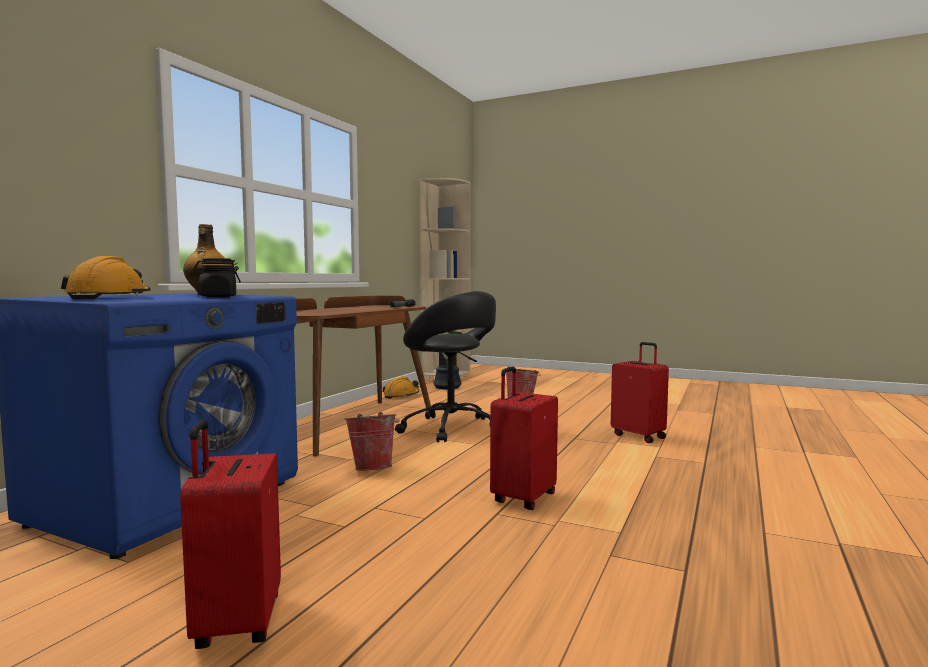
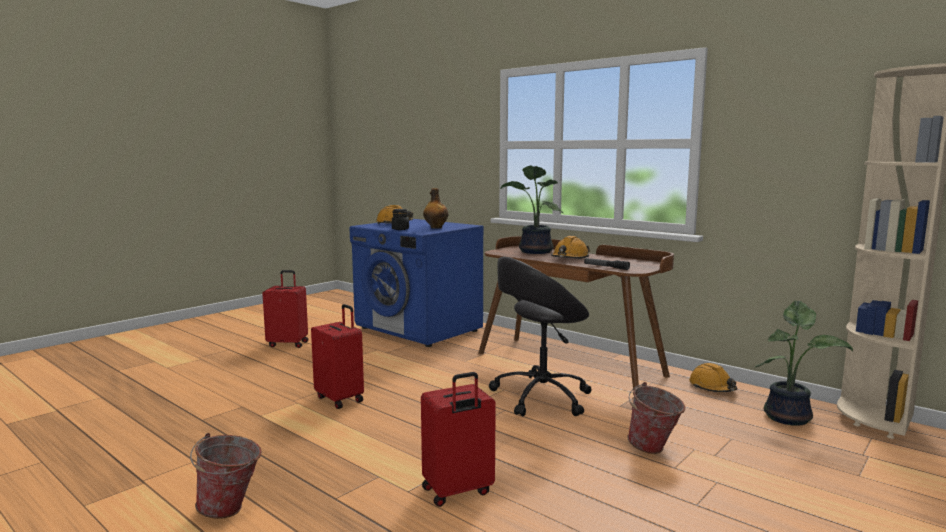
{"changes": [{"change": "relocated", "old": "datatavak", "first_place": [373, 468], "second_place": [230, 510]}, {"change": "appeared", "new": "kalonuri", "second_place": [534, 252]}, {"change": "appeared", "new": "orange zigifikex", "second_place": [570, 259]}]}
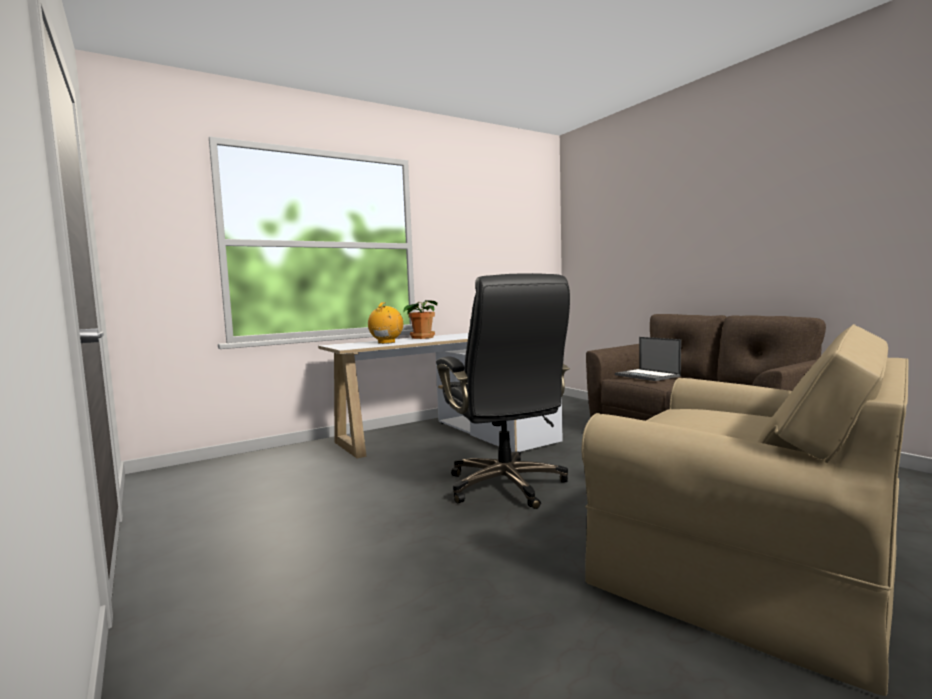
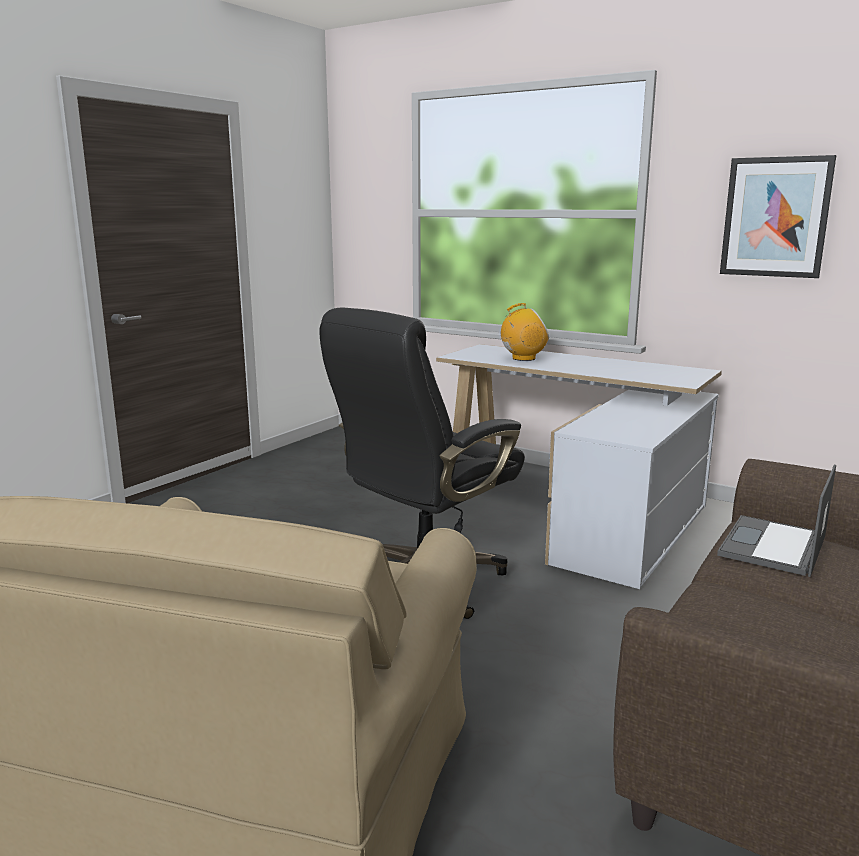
{"changes": [{"change": "missing", "old": "kalonuri", "first_place": [421, 337]}, {"change": "appeared", "new": "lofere", "second_place": [775, 217]}]}
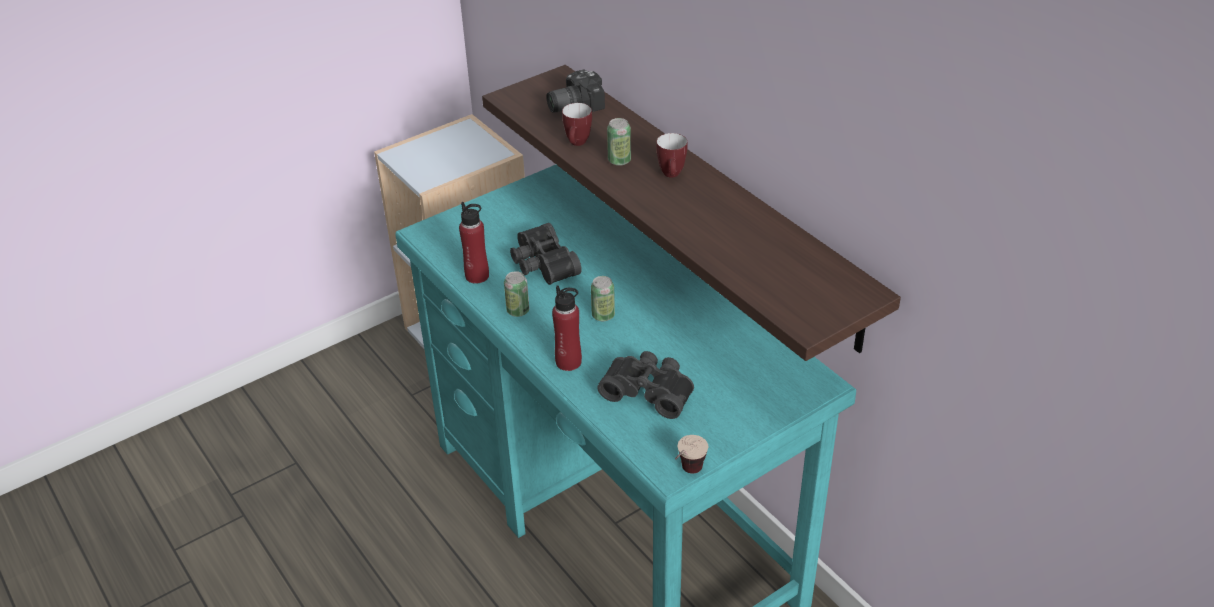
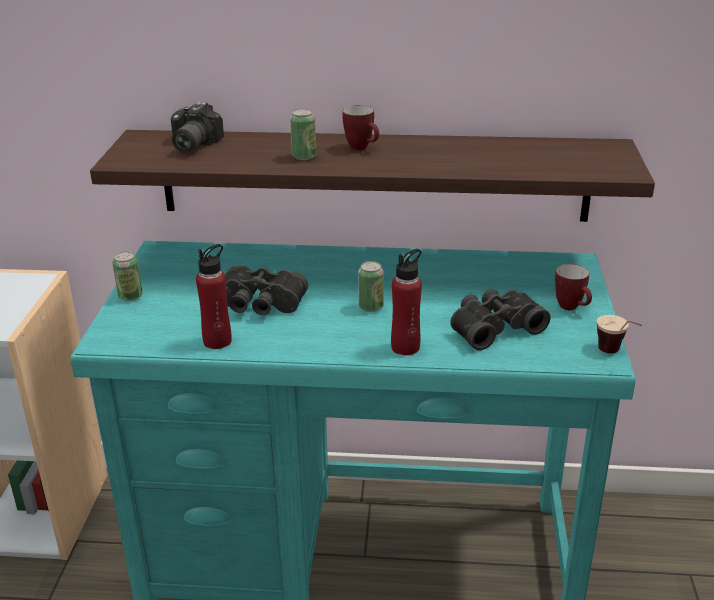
{"changes": [{"change": "relocated", "old": "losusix", "first_place": [577, 144], "second_place": [572, 308]}, {"change": "relocated", "old": "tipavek", "first_place": [518, 311], "second_place": [130, 296]}]}
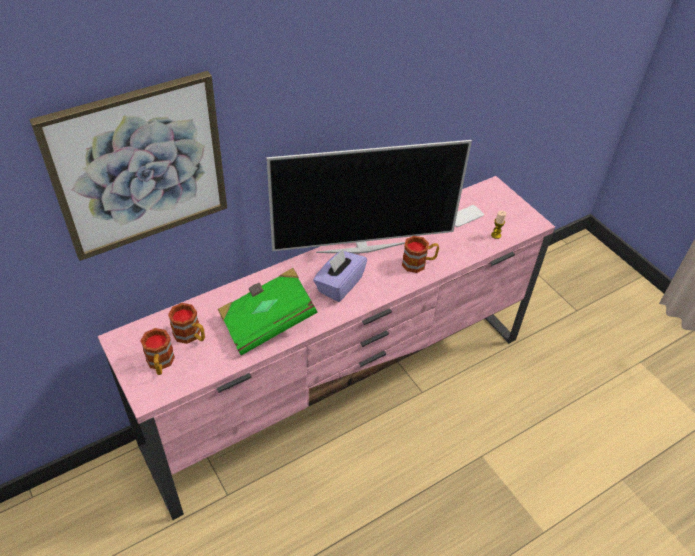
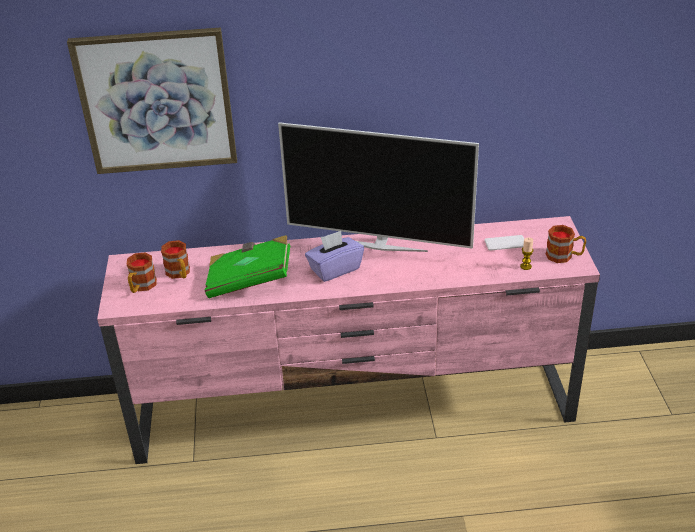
{"changes": [{"change": "relocated", "old": "losusix", "first_place": [419, 263], "second_place": [564, 256]}]}
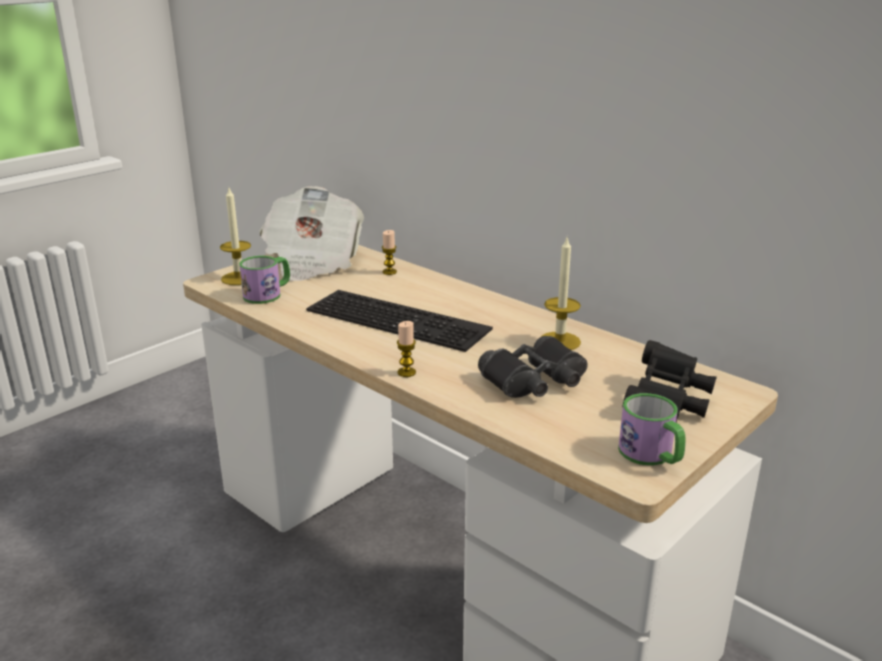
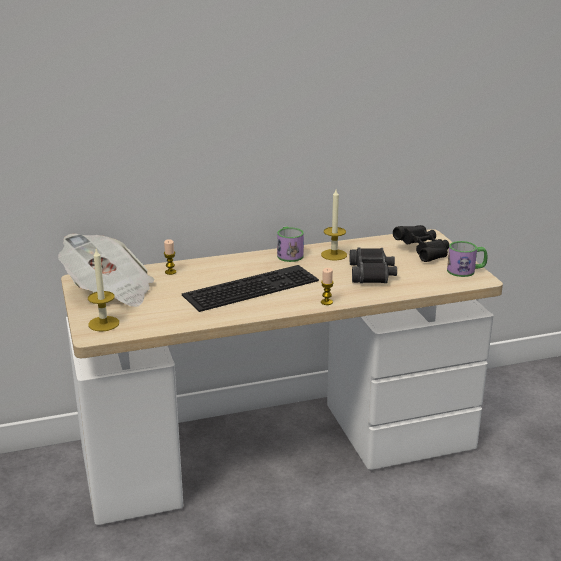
{"changes": [{"change": "relocated", "old": "losusix", "first_place": [268, 294], "second_place": [289, 254]}]}
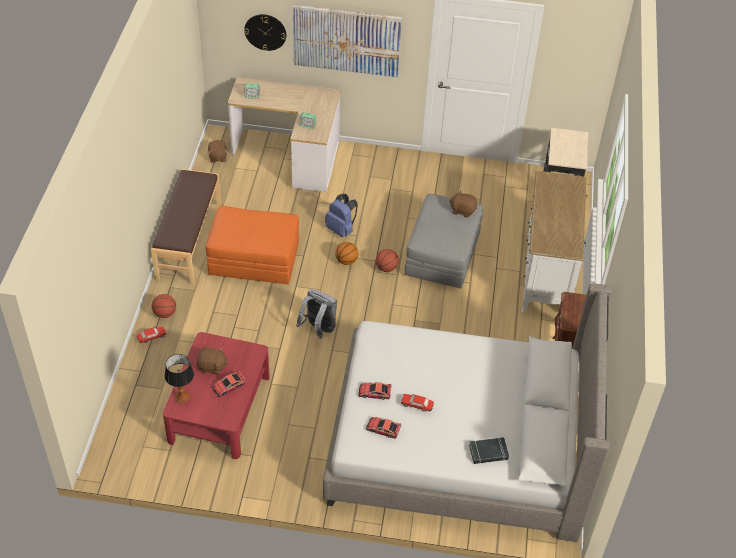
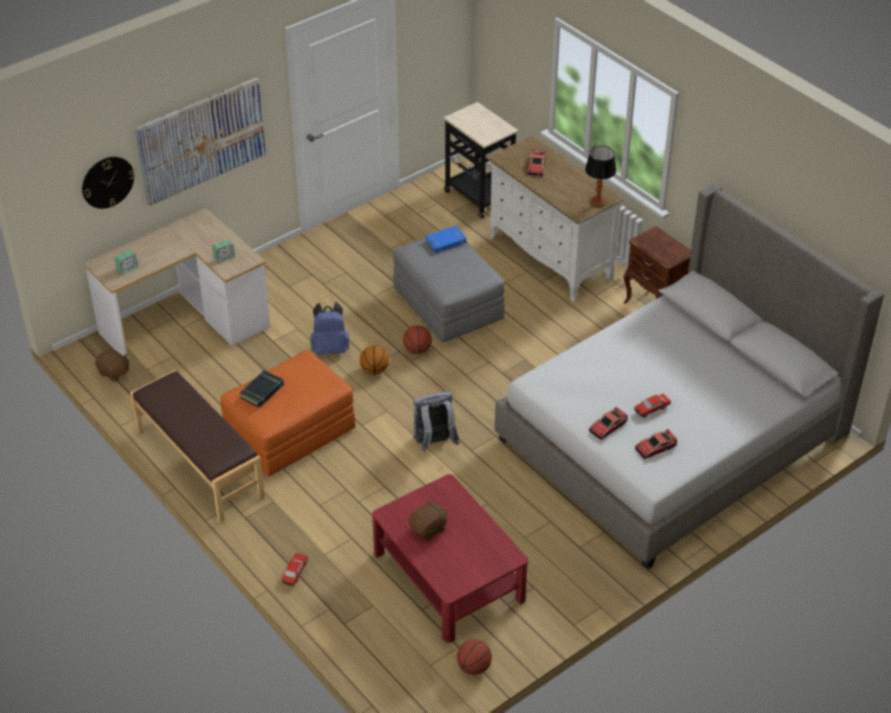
{"changes": [{"change": "exchanged", "old": "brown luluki", "new": "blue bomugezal", "first_place": [463, 210], "second_place": [445, 242]}, {"change": "relocated", "old": "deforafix", "first_place": [165, 314], "second_place": [474, 667]}, {"change": "relocated", "old": "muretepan", "first_place": [182, 397], "second_place": [597, 202]}, {"change": "relocated", "old": "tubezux", "first_place": [228, 386], "second_place": [536, 166]}, {"change": "relocated", "old": "black bomugezal", "first_place": [488, 452], "second_place": [262, 391]}]}
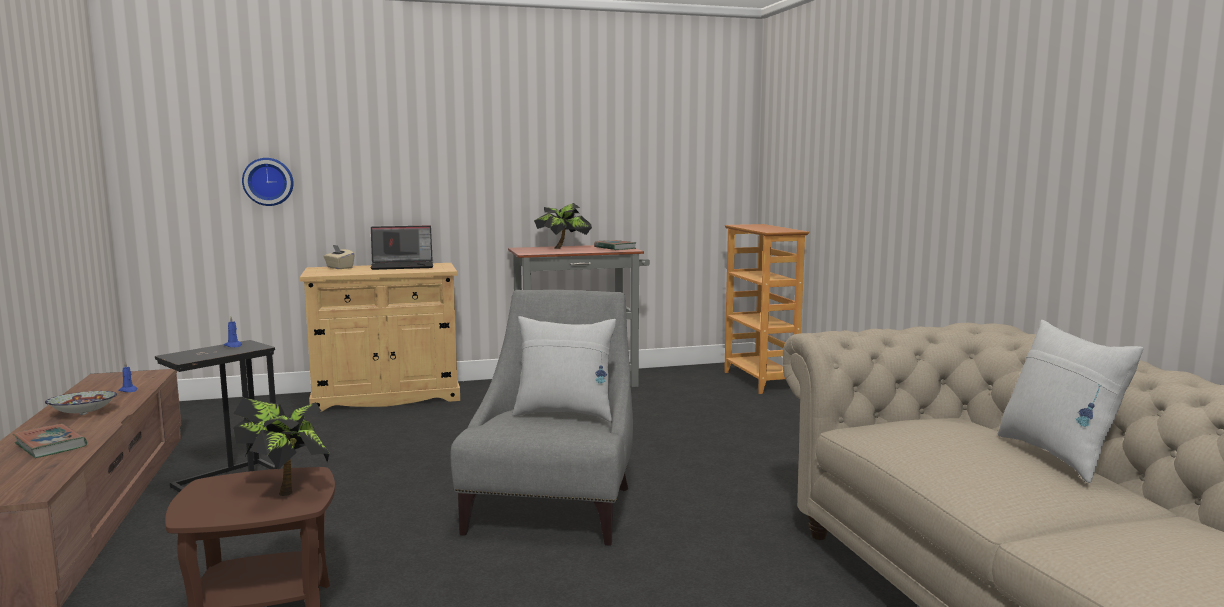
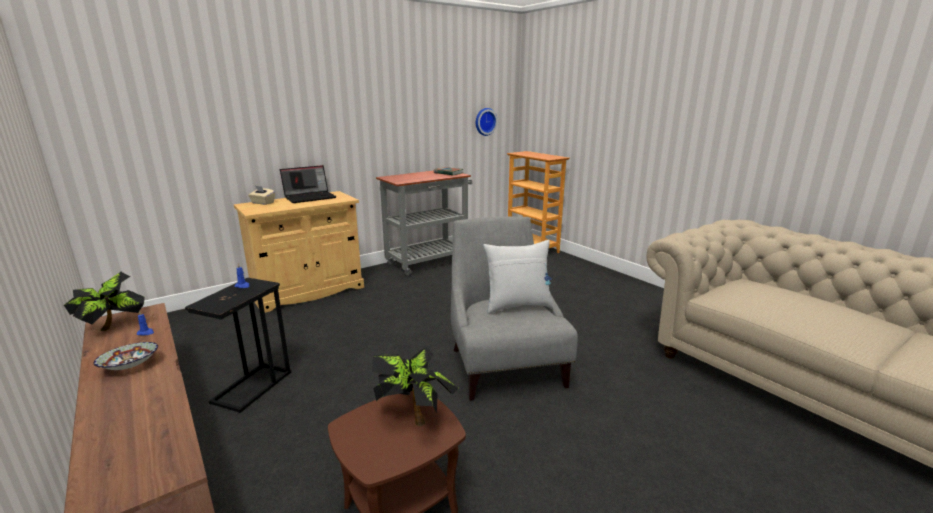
{"changes": [{"change": "relocated", "old": "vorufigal", "first_place": [268, 181], "second_place": [484, 121]}, {"change": "relocated", "old": "kalonuri", "first_place": [564, 248], "second_place": [114, 327]}, {"change": "missing", "old": "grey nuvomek", "first_place": [1057, 457]}, {"change": "missing", "old": "bomugezal", "first_place": [50, 445]}]}
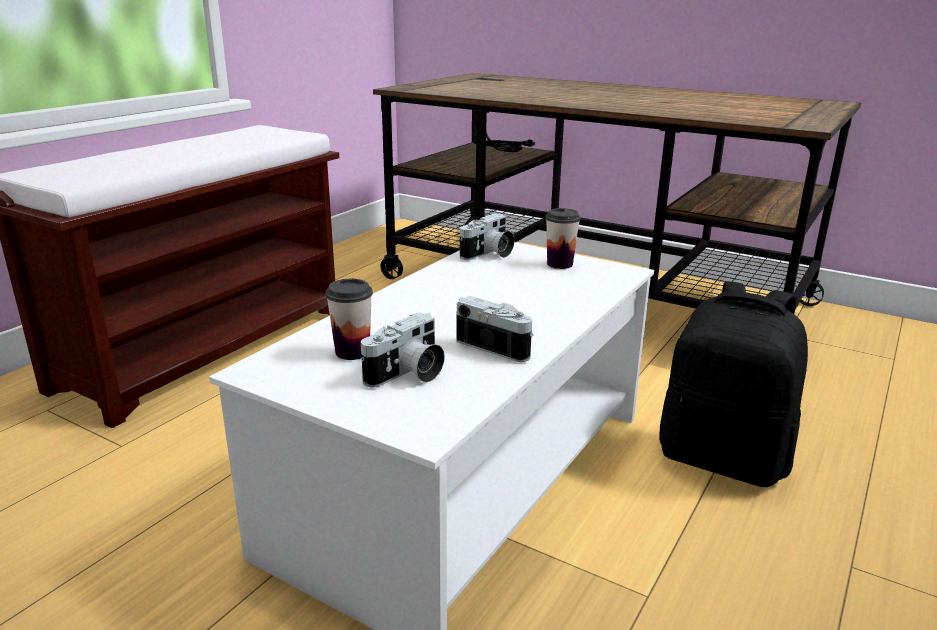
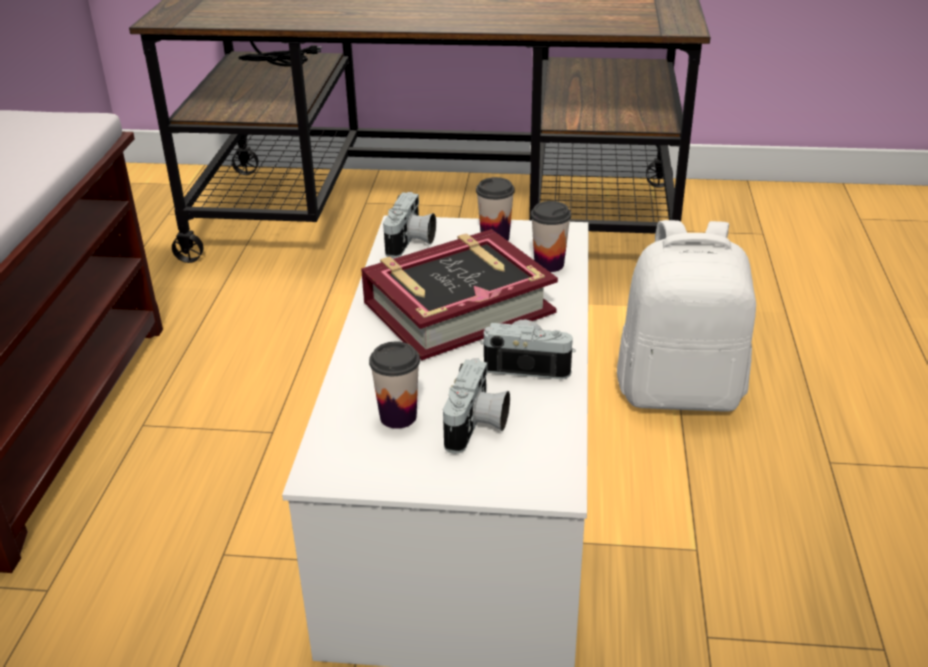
{"changes": [{"change": "colour", "old": "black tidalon", "new": "white tidalon", "first_place": [723, 459], "second_place": [680, 391]}, {"change": "appeared", "new": "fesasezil", "second_place": [549, 264]}, {"change": "appeared", "new": "bomugezal", "second_place": [458, 307]}]}
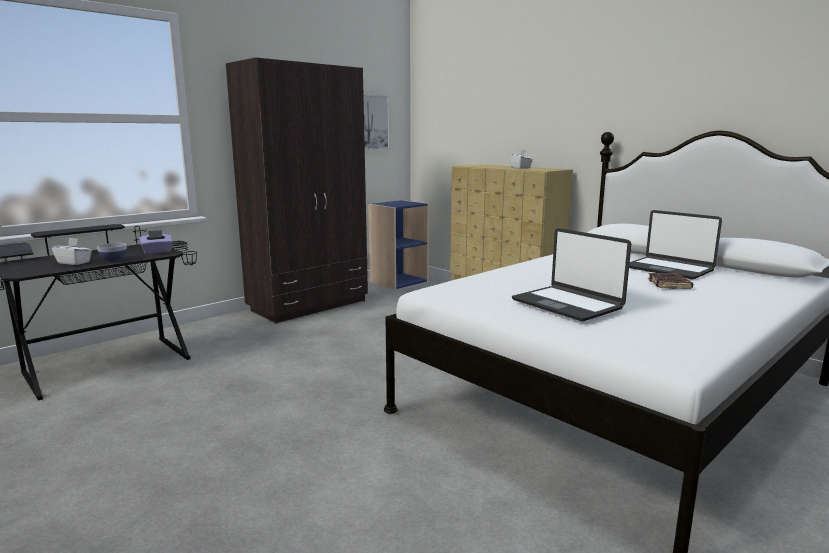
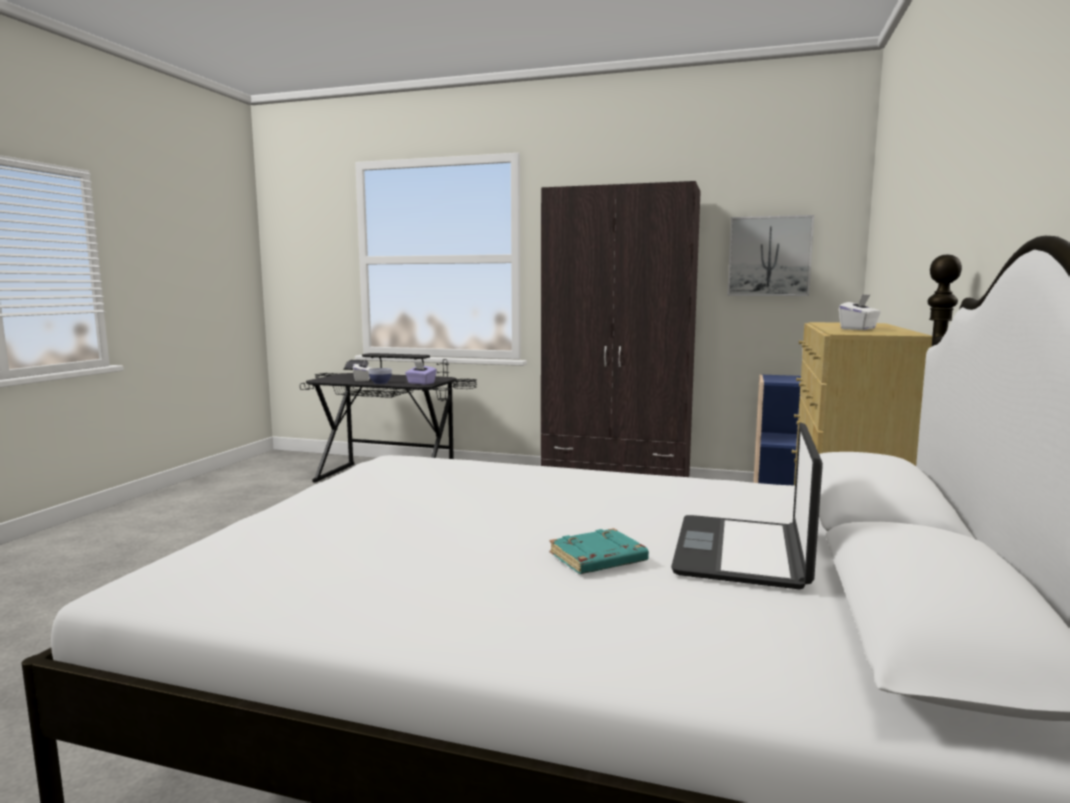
{"changes": [{"change": "missing", "old": "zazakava", "first_place": [567, 304]}, {"change": "colour", "old": "brown bomugezal", "new": "turquoise bomugezal", "first_place": [670, 284], "second_place": [598, 559]}]}
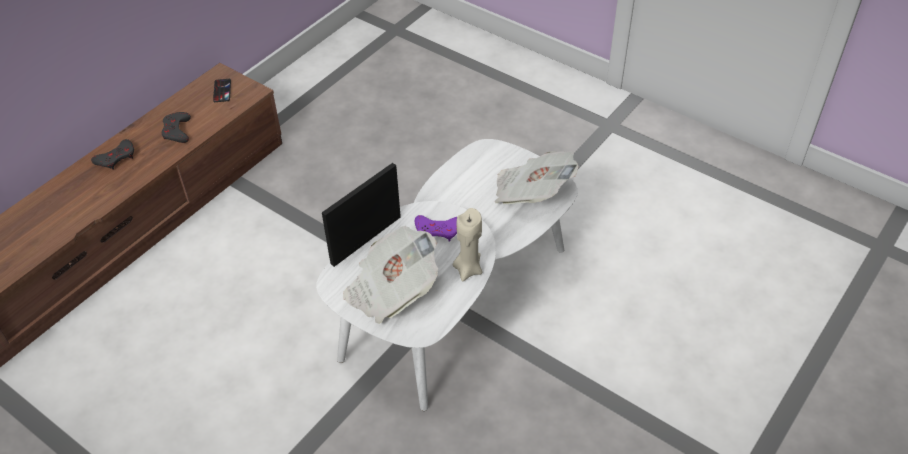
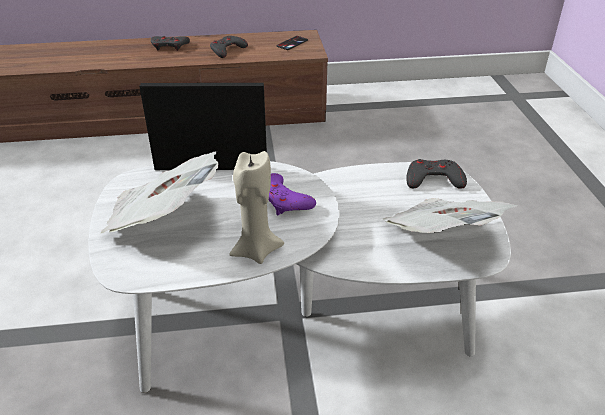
{"changes": [{"change": "appeared", "new": "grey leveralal", "second_place": [433, 179]}]}
